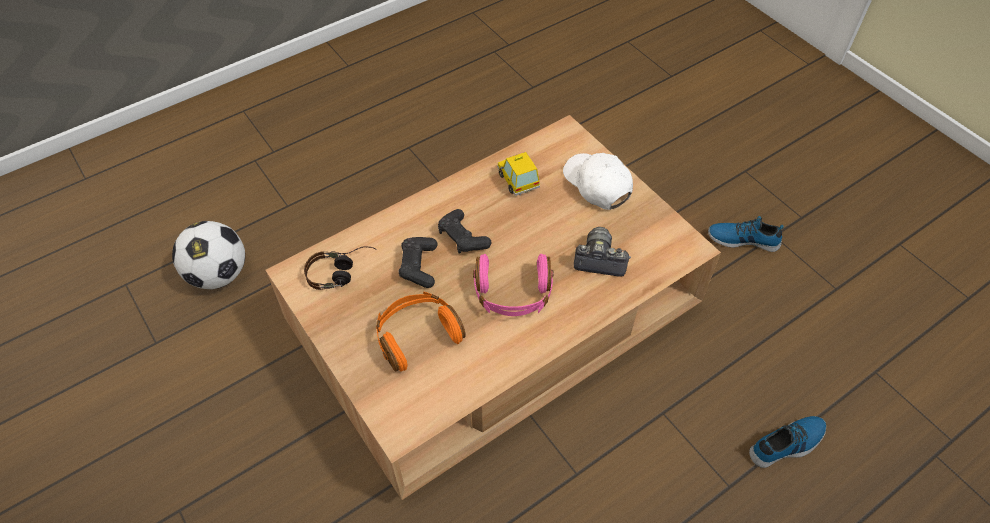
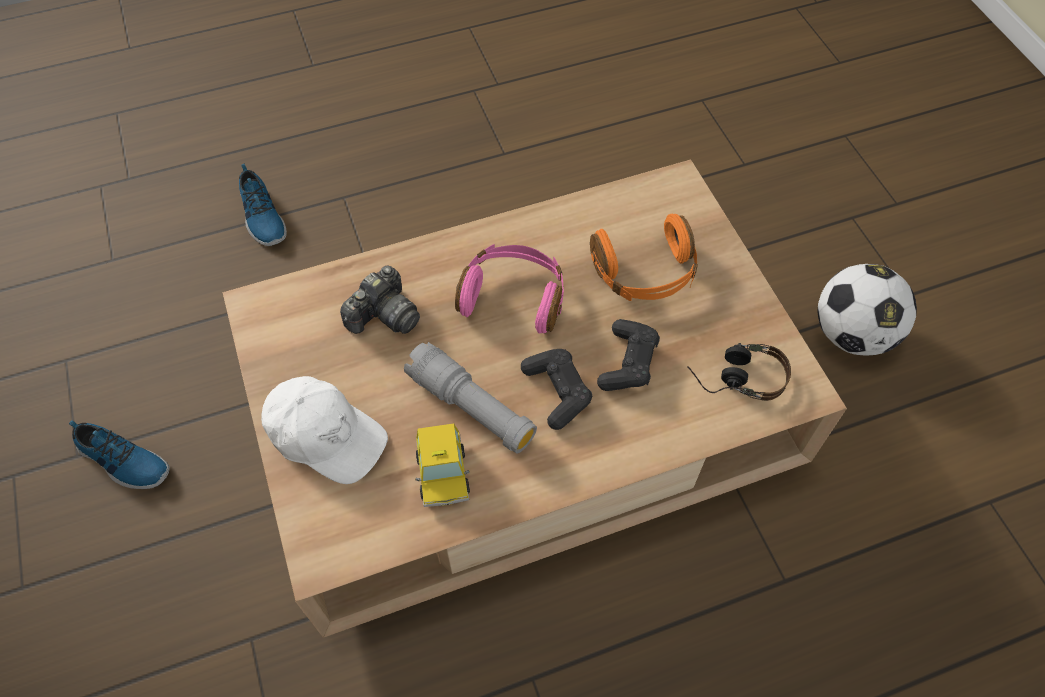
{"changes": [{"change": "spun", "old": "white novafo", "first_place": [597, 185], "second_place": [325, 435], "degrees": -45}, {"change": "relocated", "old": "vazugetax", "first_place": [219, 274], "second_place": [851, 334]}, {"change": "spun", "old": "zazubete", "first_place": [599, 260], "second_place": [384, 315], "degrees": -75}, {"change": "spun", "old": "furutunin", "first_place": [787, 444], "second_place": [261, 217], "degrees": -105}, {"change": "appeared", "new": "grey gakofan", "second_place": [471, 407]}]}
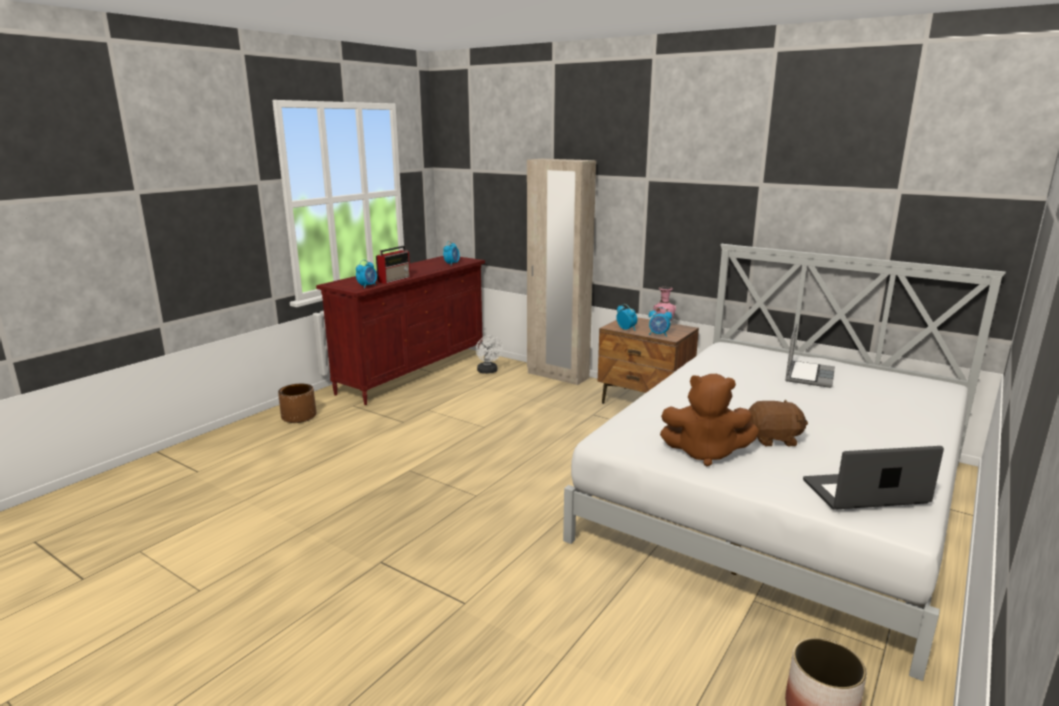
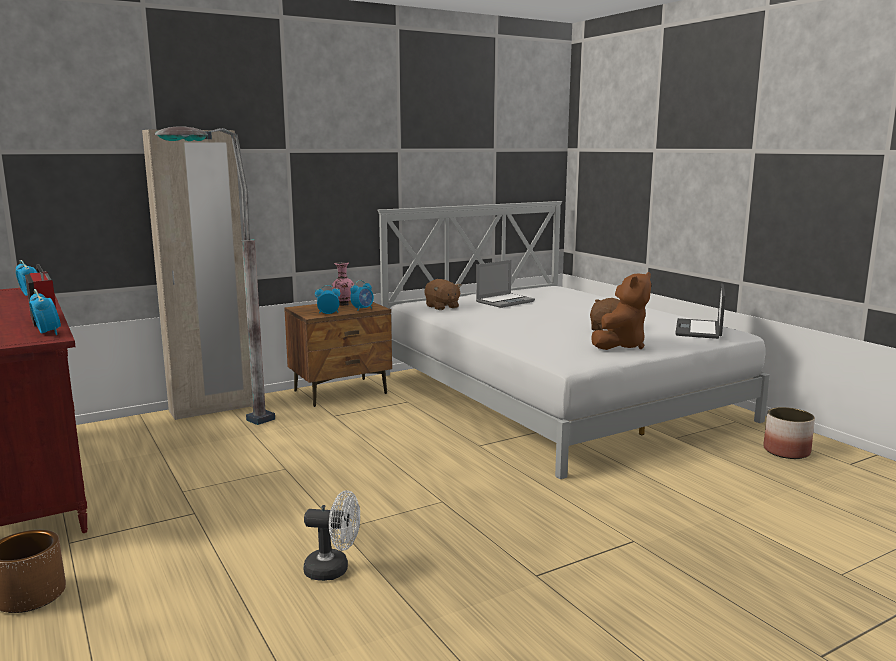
{"changes": [{"change": "spun", "old": "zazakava", "first_place": [808, 375], "second_place": [505, 301], "degrees": 90}, {"change": "relocated", "old": "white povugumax", "first_place": [488, 371], "second_place": [334, 570]}, {"change": "appeared", "new": "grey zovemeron", "second_place": [222, 431]}, {"change": "appeared", "new": "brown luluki", "second_place": [442, 307]}]}
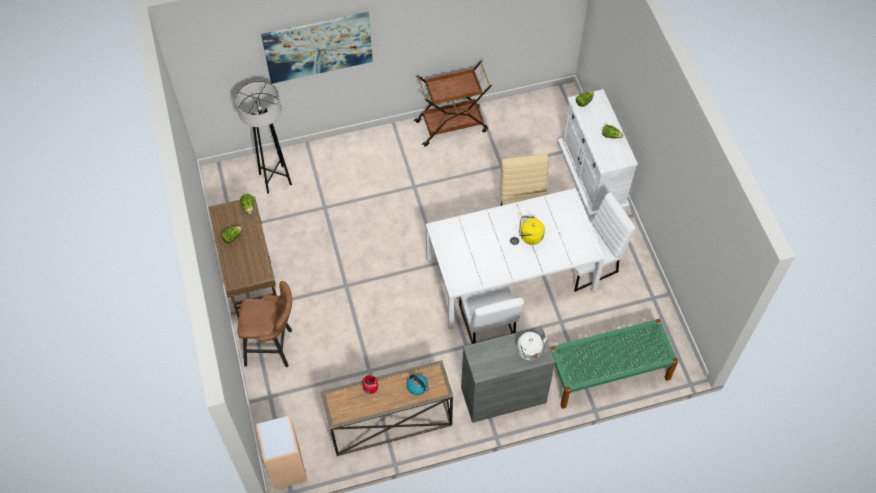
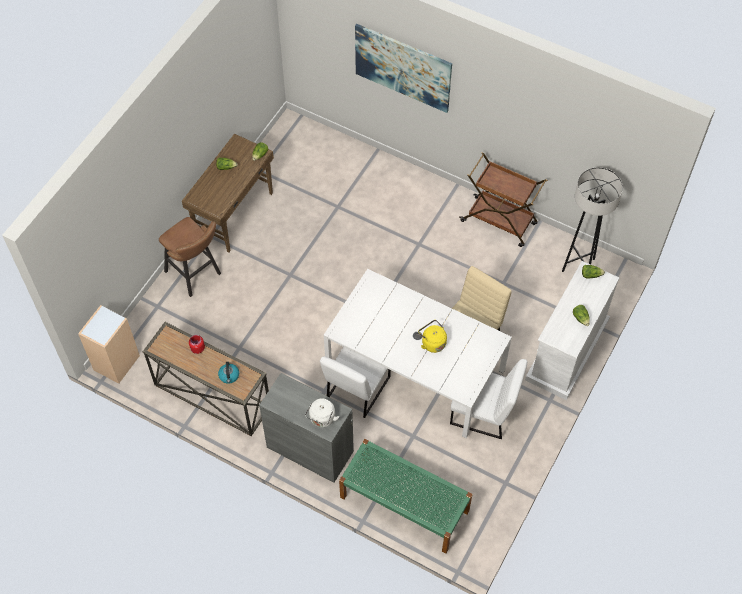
{"changes": [{"change": "relocated", "old": "grey zovemeron", "first_place": [275, 179], "second_place": [578, 265]}]}
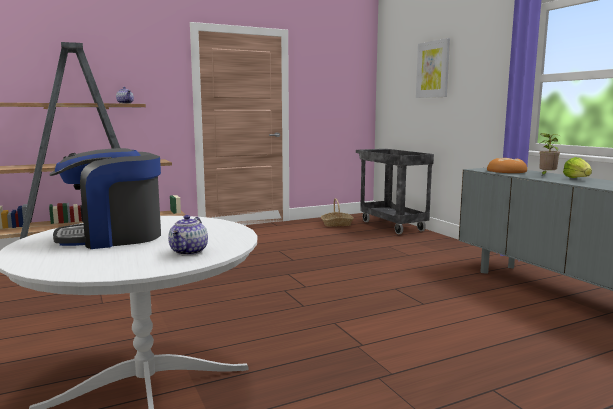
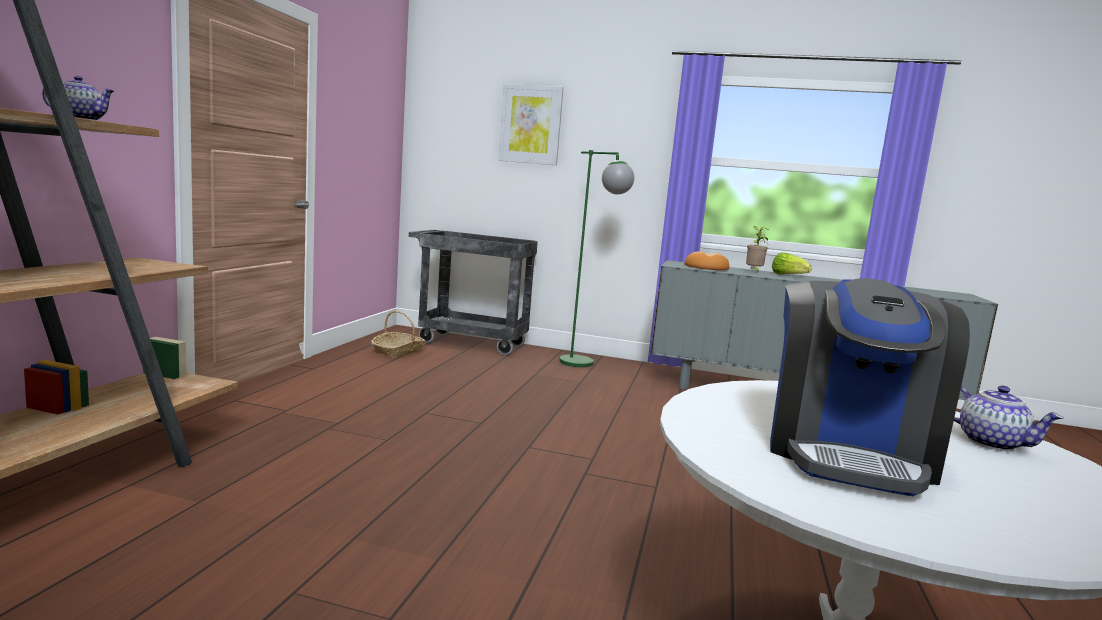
{"changes": [{"change": "appeared", "new": "green zovemeron", "second_place": [585, 365]}]}
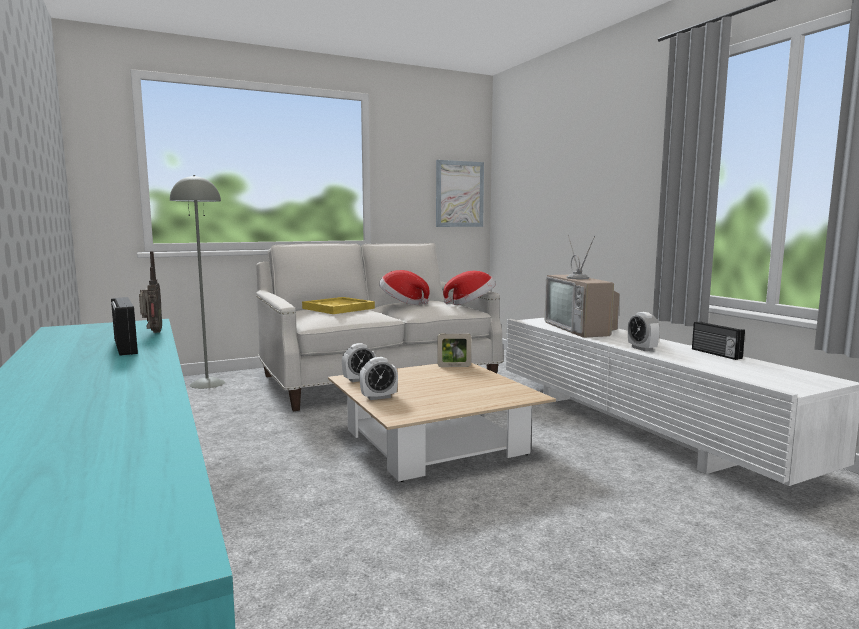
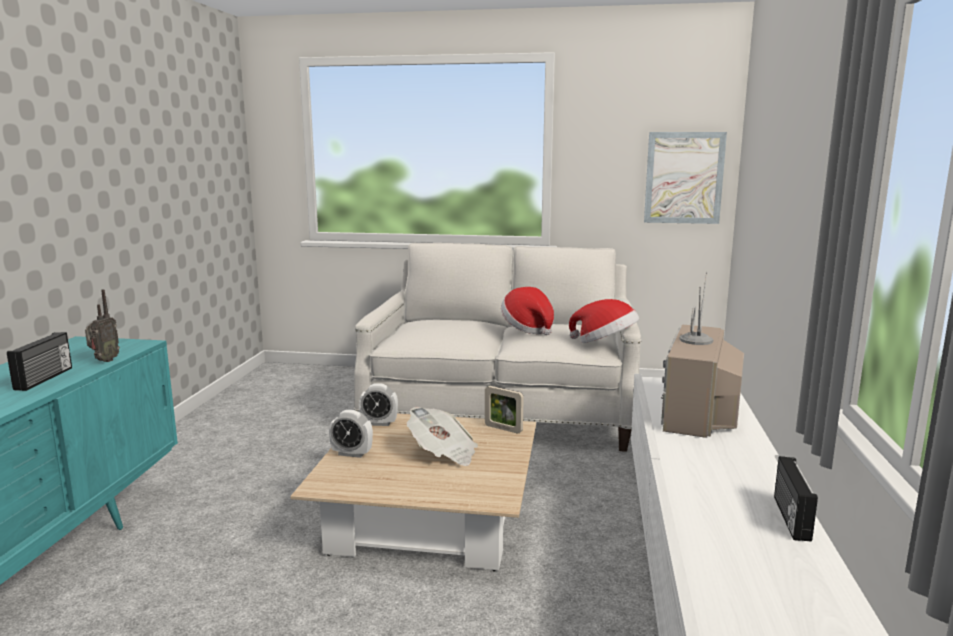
{"changes": [{"change": "missing", "old": "grey zovemeron", "first_place": [207, 383]}, {"change": "missing", "old": "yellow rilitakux", "first_place": [339, 308]}, {"change": "missing", "old": "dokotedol", "first_place": [642, 349]}, {"change": "appeared", "new": "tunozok", "second_place": [443, 453]}]}
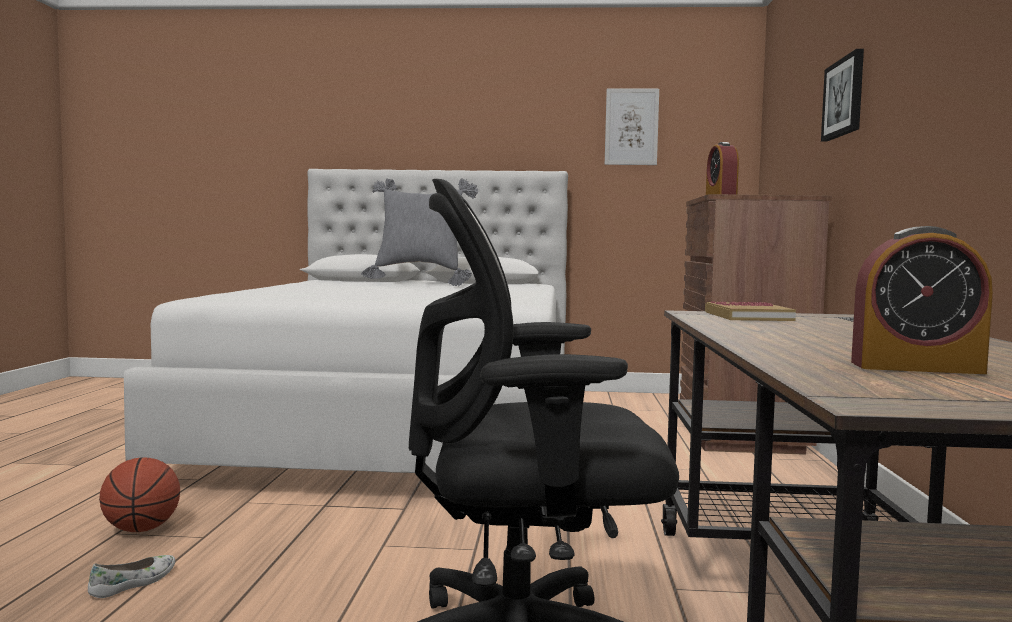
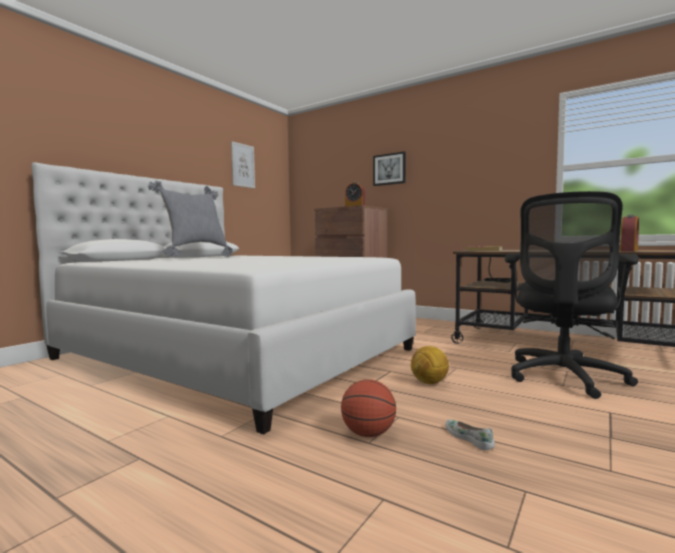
{"changes": [{"change": "appeared", "new": "vazugetax", "second_place": [429, 383]}]}
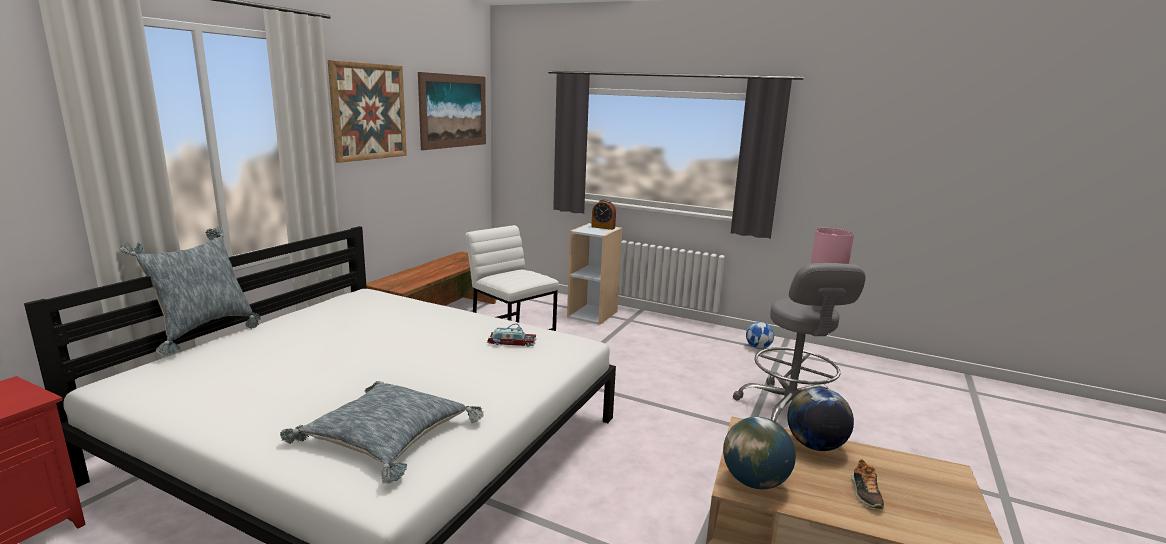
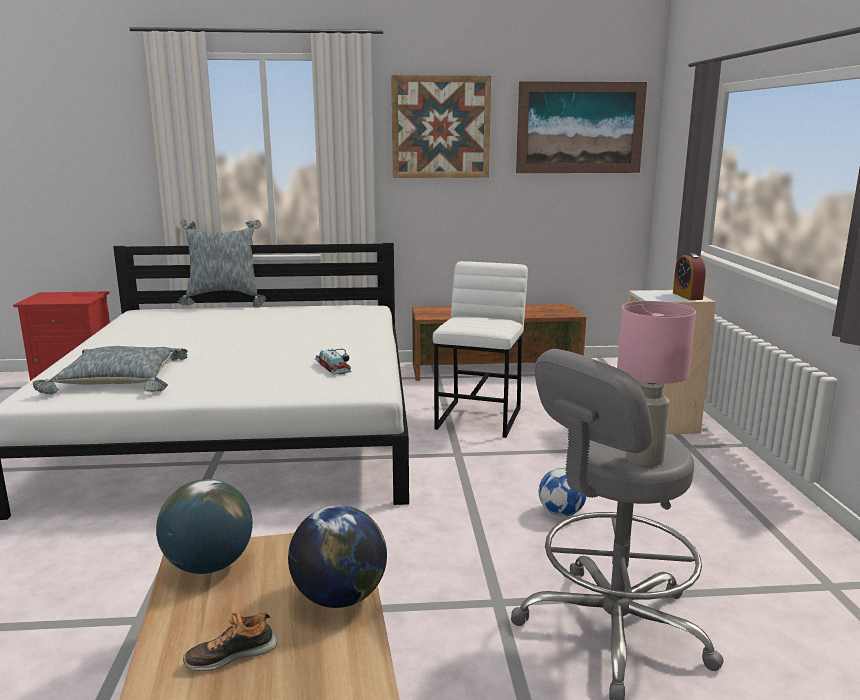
{"changes": [{"change": "relocated", "old": "vazugetax", "first_place": [758, 347], "second_place": [561, 513]}]}
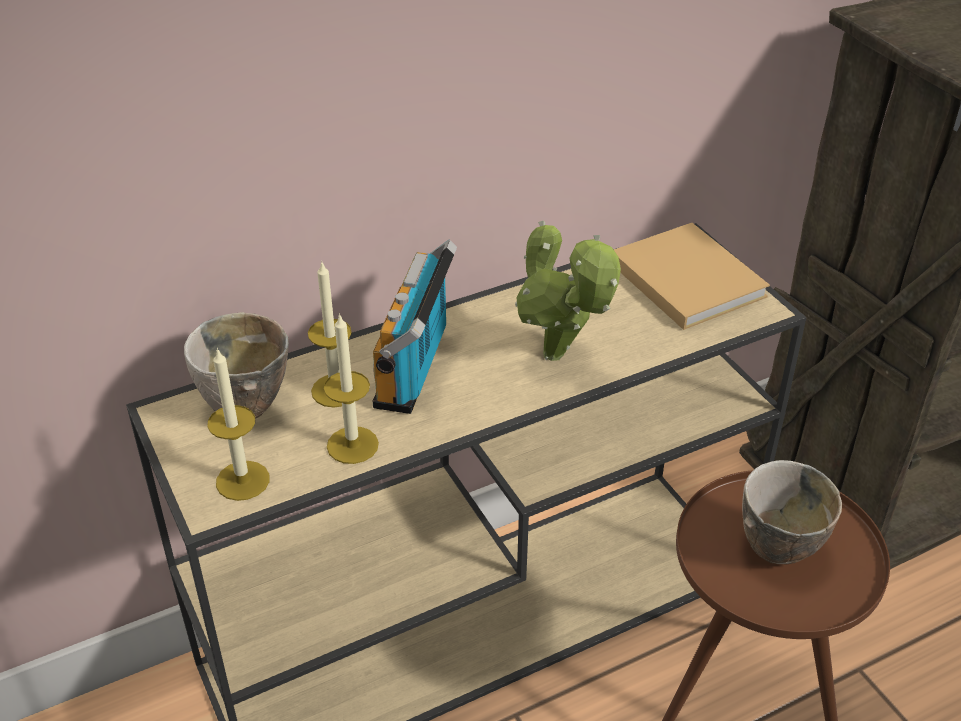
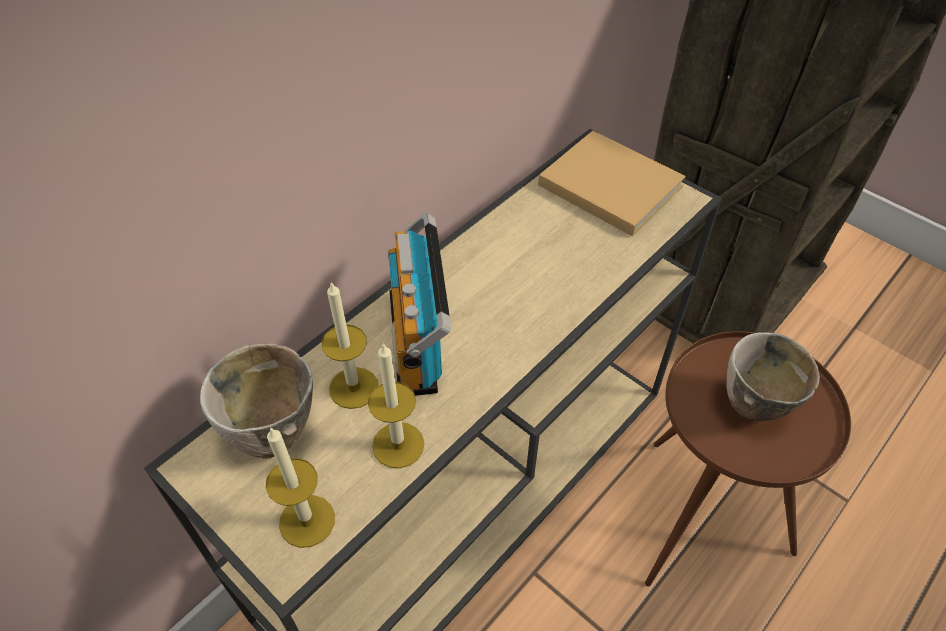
{"changes": [{"change": "missing", "old": "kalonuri", "first_place": [559, 358]}]}
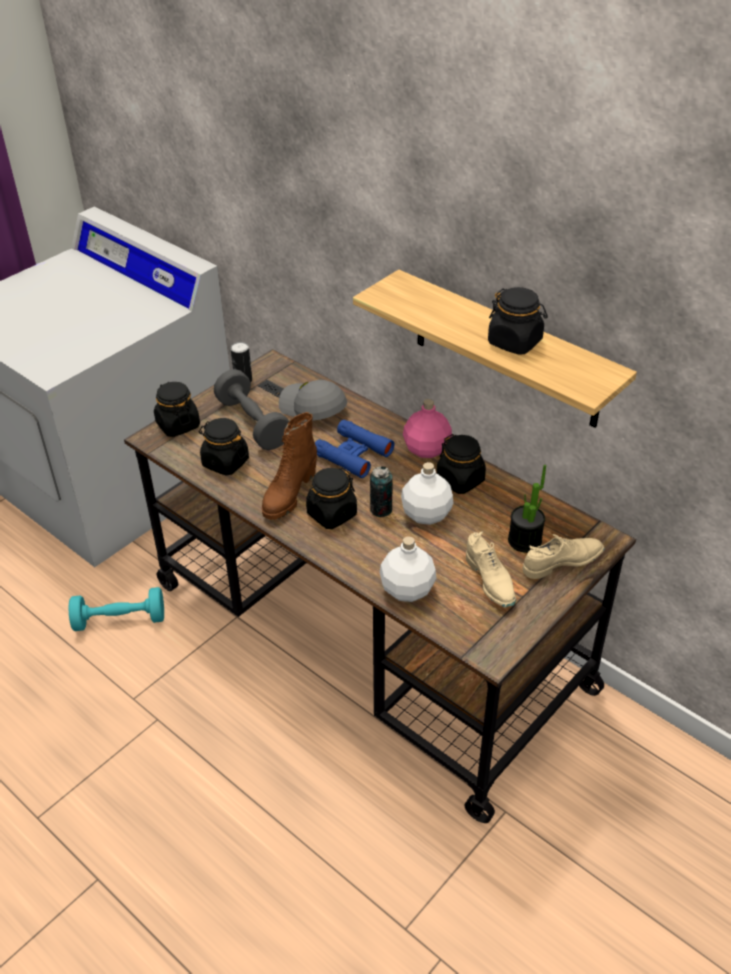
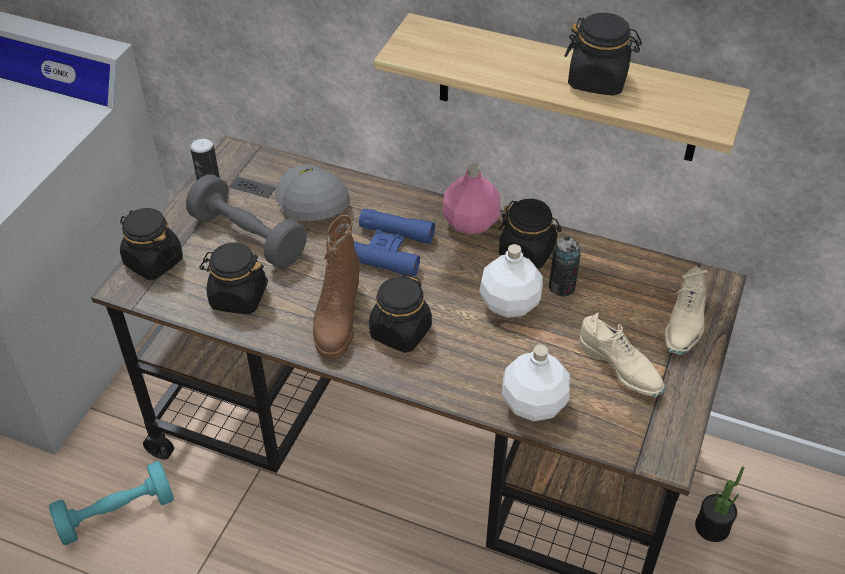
{"changes": [{"change": "spun", "old": "grey novafo", "first_place": [312, 408], "second_place": [311, 202], "degrees": 45}, {"change": "relocated", "old": "kalonuri", "first_place": [524, 541], "second_place": [712, 527]}, {"change": "relocated", "old": "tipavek", "first_place": [381, 510], "second_place": [561, 287]}, {"change": "spun", "old": "beige furutunin", "first_place": [562, 562], "second_place": [685, 324], "degrees": 150}]}
